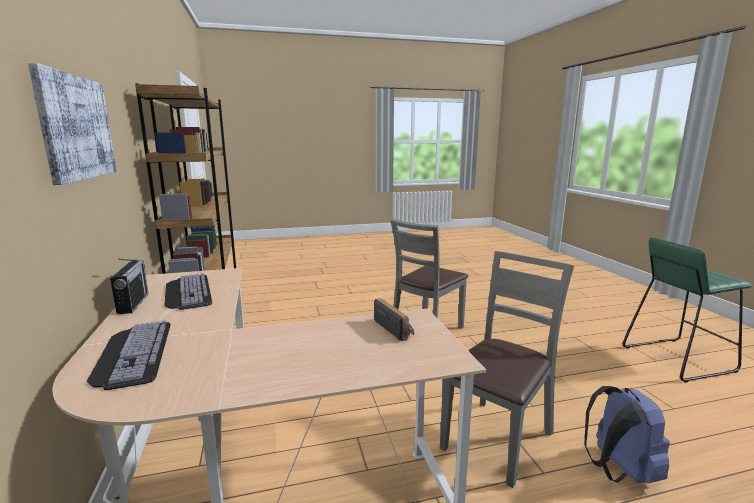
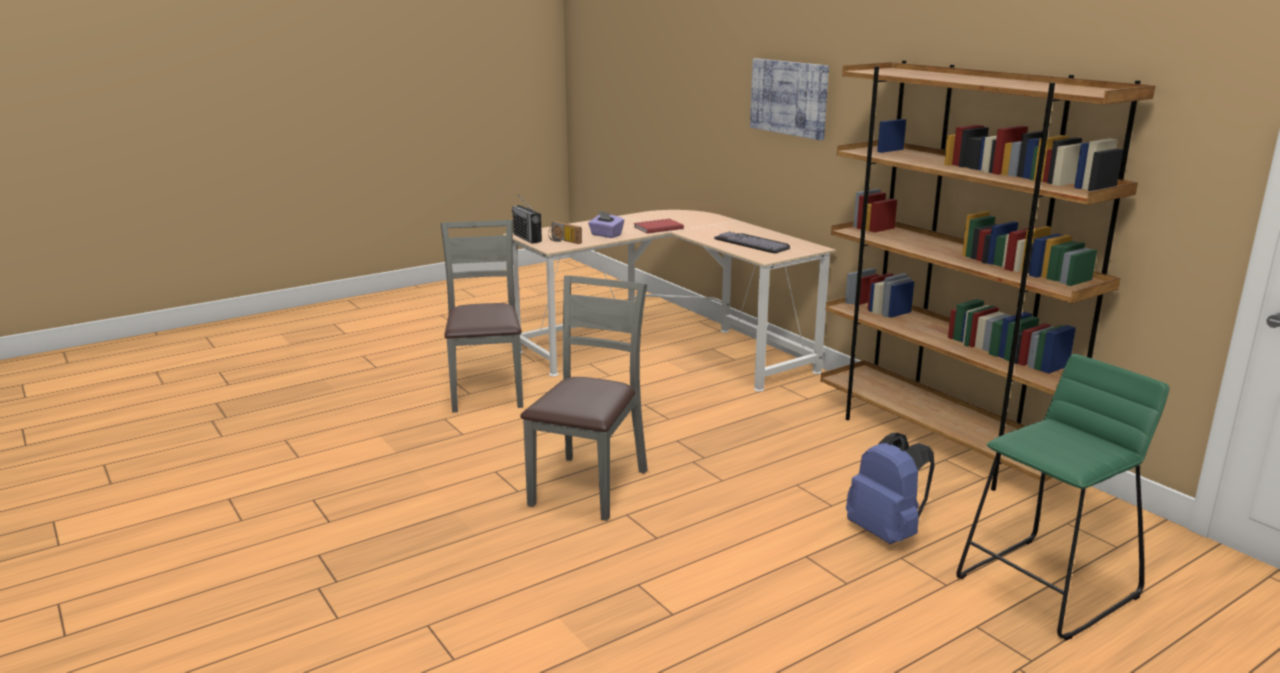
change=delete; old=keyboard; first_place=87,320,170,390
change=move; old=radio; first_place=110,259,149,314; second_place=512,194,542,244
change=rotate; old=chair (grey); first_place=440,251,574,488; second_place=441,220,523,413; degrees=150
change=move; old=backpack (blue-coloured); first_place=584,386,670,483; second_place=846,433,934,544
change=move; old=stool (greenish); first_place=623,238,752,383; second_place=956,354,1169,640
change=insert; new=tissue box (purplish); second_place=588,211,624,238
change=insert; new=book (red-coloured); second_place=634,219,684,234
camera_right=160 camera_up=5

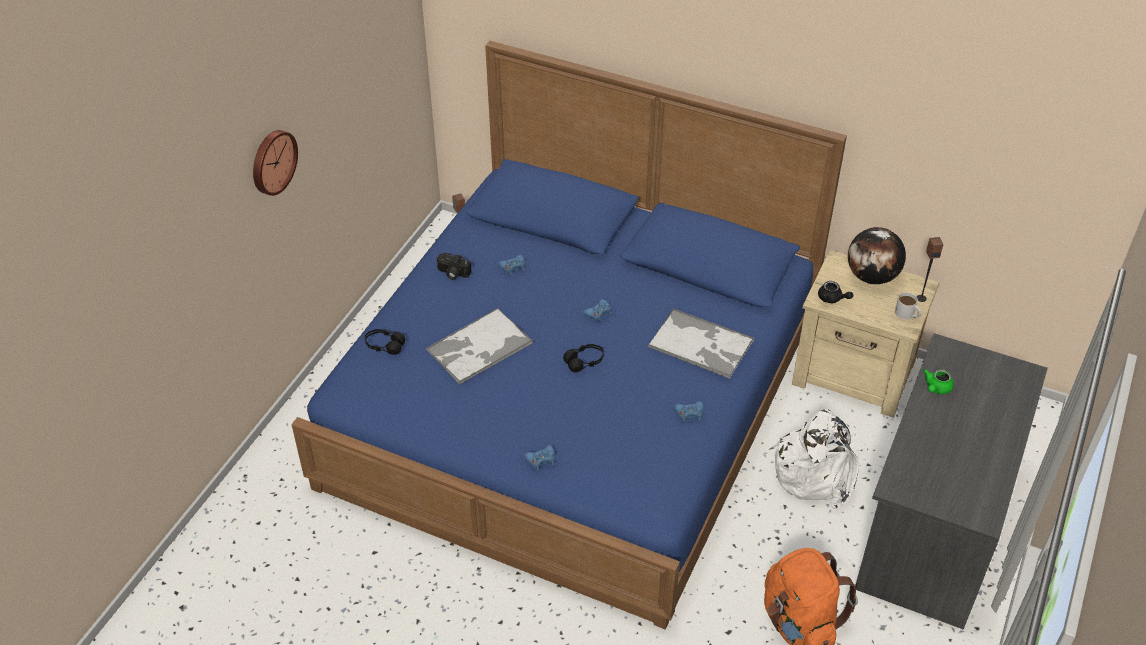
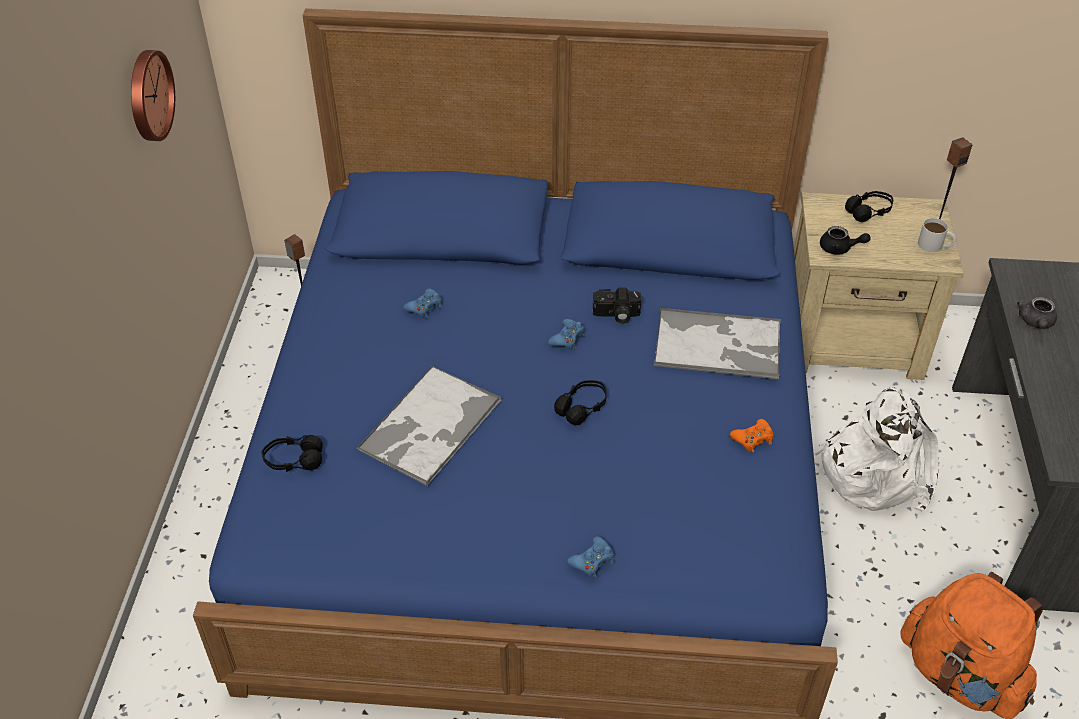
change=move; old=wall clock; first_place=253,130,298,196; second_place=131,50,175,141
change=move; old=still camera; first_place=436,253,471,280; second_place=592,288,641,324
change=recolor; old=game controller (blue-coloured); new=game controller (orange); first_place=674,401,704,422; second_place=730,419,774,453
change=replace; old=desk globe; new=pair of headphones (black-coloured); first_place=848,227,906,284; second_place=845,191,894,222
change=recolor; old=tea pot (greenish); new=tea pot (grey); first_place=923,369,954,394; second_place=1017,297,1057,329
camera_right=-20 camera_up=0

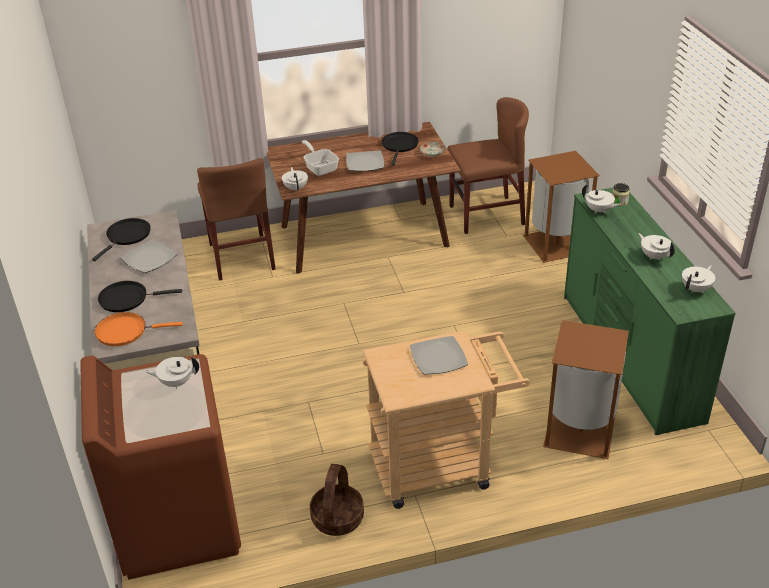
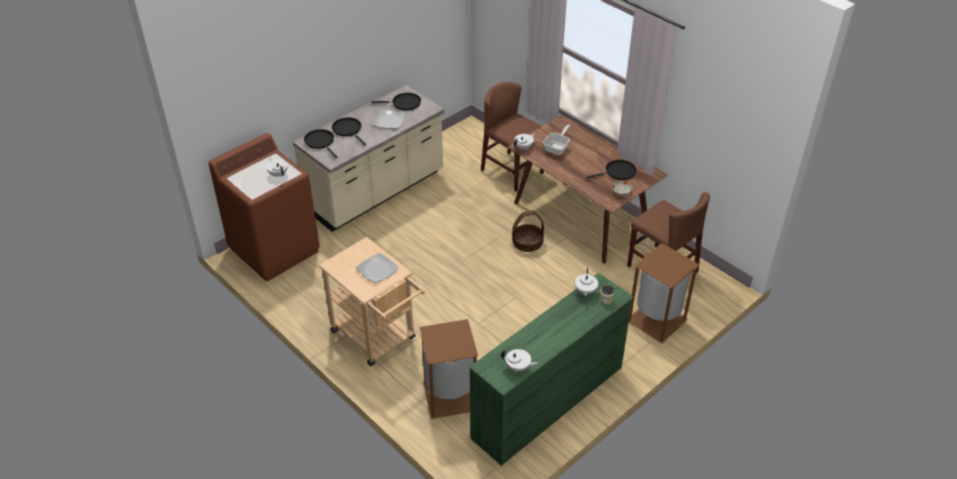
change=recolor; old=frying pan (orange); new=frying pan (black-coloured); first_place=95,312,183,346; second_place=304,129,338,158
change=rotate; old=chair (brown-coloured); first_place=197,158,276,281; second_place=481,82,544,191; degrees=90
change=move; old=storage basket; first_place=310,464,364,536; second_place=512,210,544,252
change=delete; old=plate; first_place=346,151,384,171
change=delete; old=tea pot (white-coloured); first_place=638,233,675,260
camera_right=60 camera_up=5

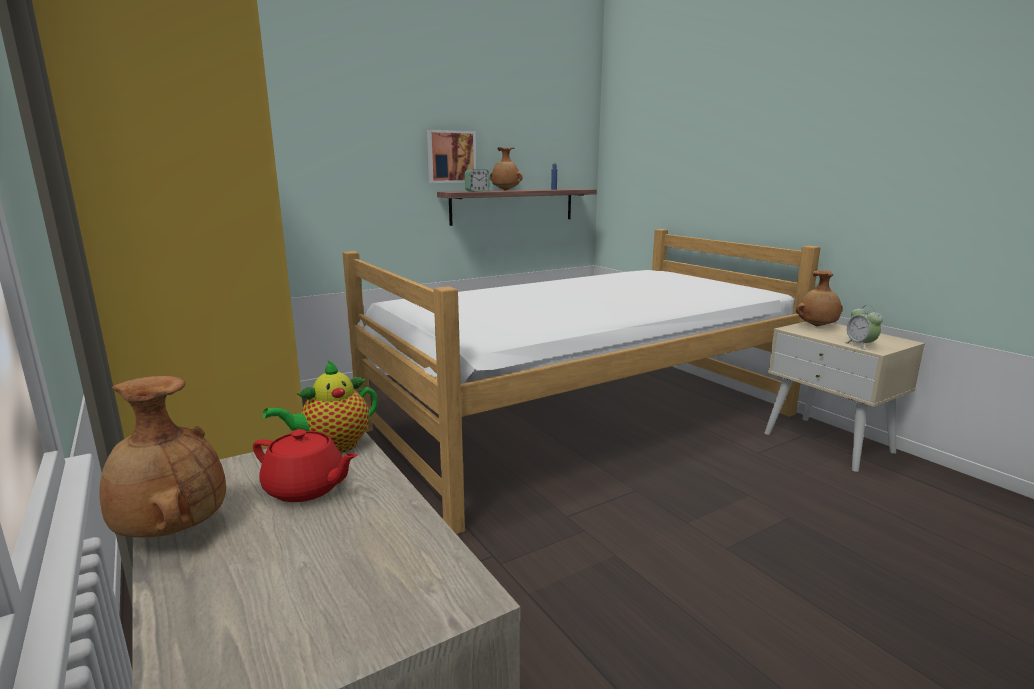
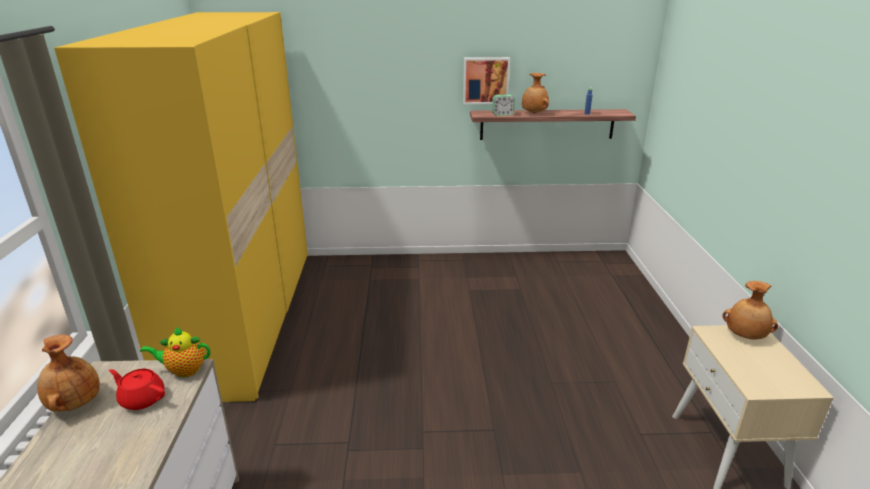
change=rotate; old=tea pot (red-coloured); first_place=253,429,358,502; second_place=109,369,165,410; degrees=150
change=delete; old=bed; first_place=343,229,820,534
change=delete; old=table clock; first_place=844,305,883,350
camera_right=30 camera_up=10

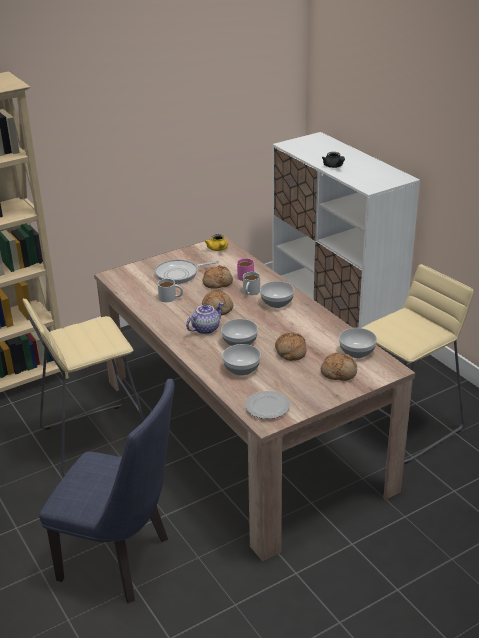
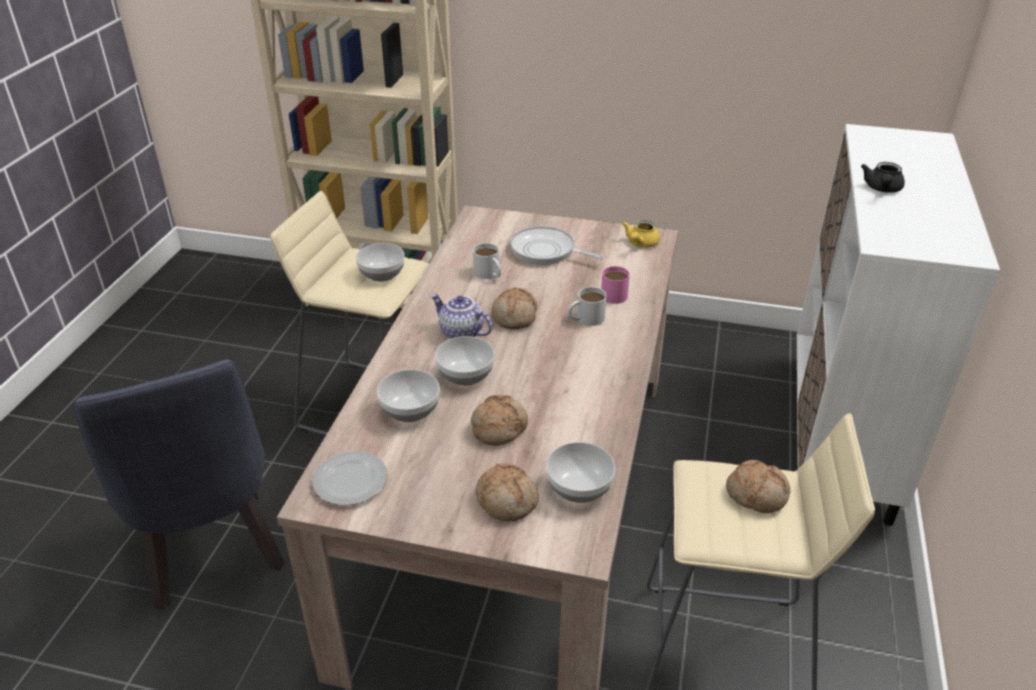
change=rotate; old=tea pot; first_place=186,303,224,334; second_place=431,294,492,339; degrees=-150
change=move; old=baked bread; first_place=202,265,233,289; second_place=726,460,791,513
change=move; old=bowl; first_place=260,281,294,308; second_place=356,243,404,282
camera_right=45 camera_up=5

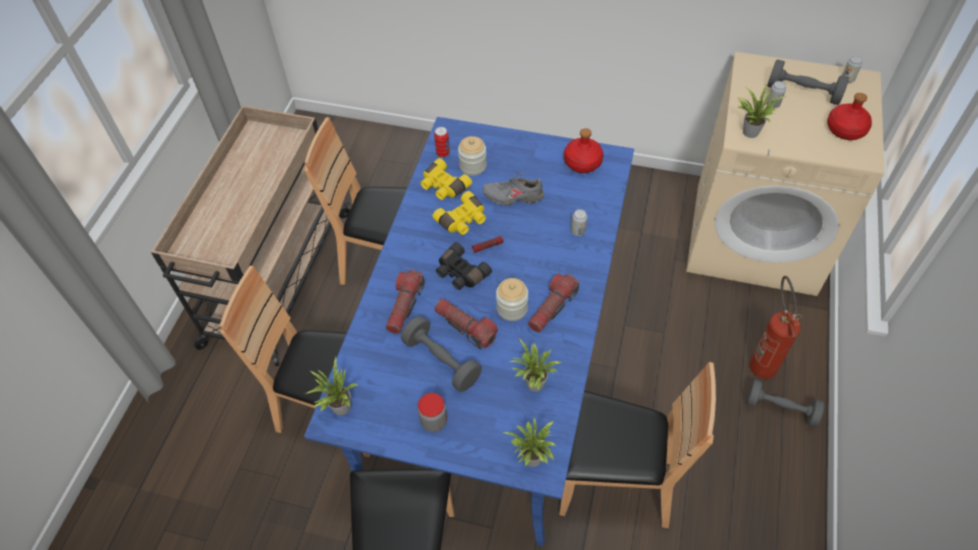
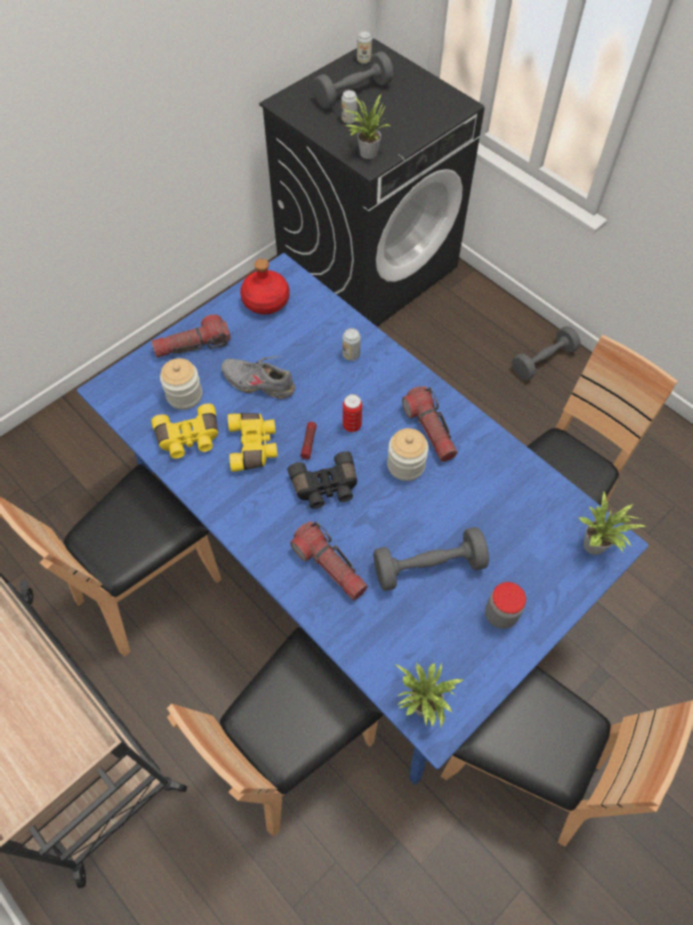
change=move; old=metal can; first_place=434,127,450,157; second_place=343,394,362,432
change=move; old=torch; first_place=435,298,498,349; second_place=151,314,230,358
change=rotate; old=low shoe (grey); first_place=483,171,544,205; second_place=221,356,295,399; degrees=75
change=delete; old=potted plant; first_place=509,338,561,392
change=recolor; old=washing machine (sand-coloured); new=washing machine (black-coloured); first_place=686,52,885,296; second_place=259,38,485,327
change=delete; old=extinguisher; first_place=749,276,802,379
change=delete; old=beverage bottle (red-coloured); first_place=827,93,872,140
camera_right=-60 camera_up=5

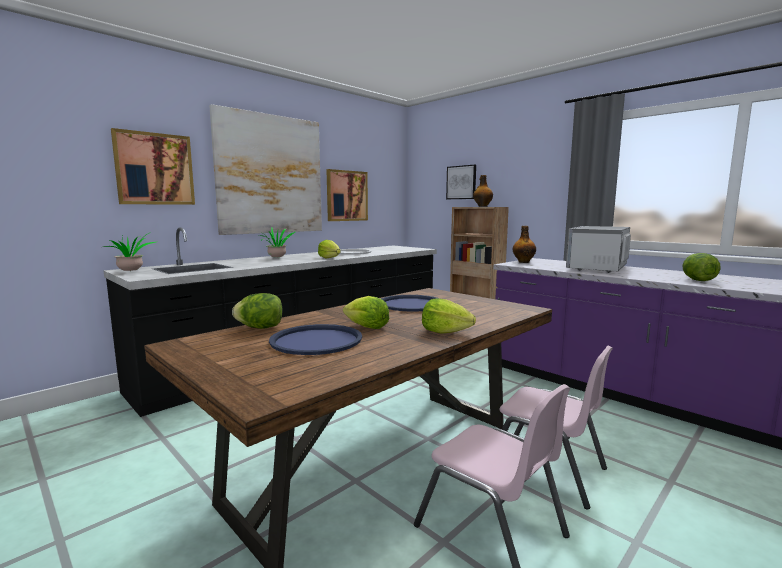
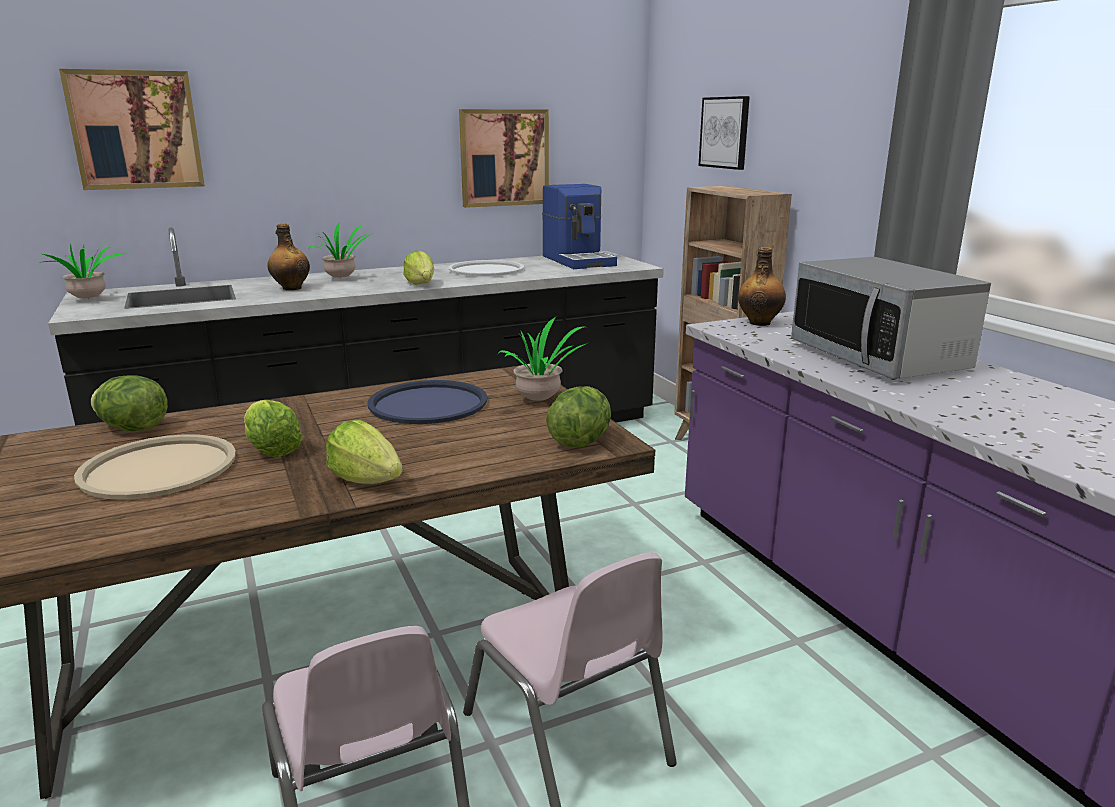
change=delete; old=wall art; first_place=209,104,322,235
change=recolor; old=tray (blue-coloured); new=tray (sand-coloured); first_place=269,324,362,355; second_place=74,434,236,500
change=move; old=beverage bottle; first_place=473,175,493,207; second_place=267,224,310,290
change=rotate; old=microwave; first_place=566,226,631,273; second_place=791,257,991,379; degrees=-75
change=move; old=lettuce head; first_place=682,253,721,281; second_place=546,386,611,447
change=insert; new=potted plant; second_place=498,317,585,401
change=insert; new=coffee brewer; second_place=542,184,617,269
camera_right=20 camera_up=10

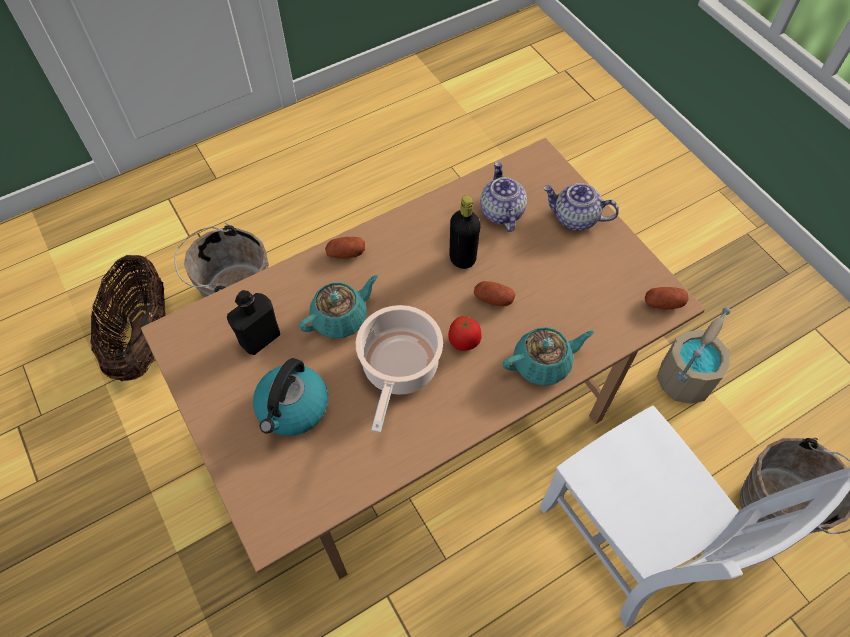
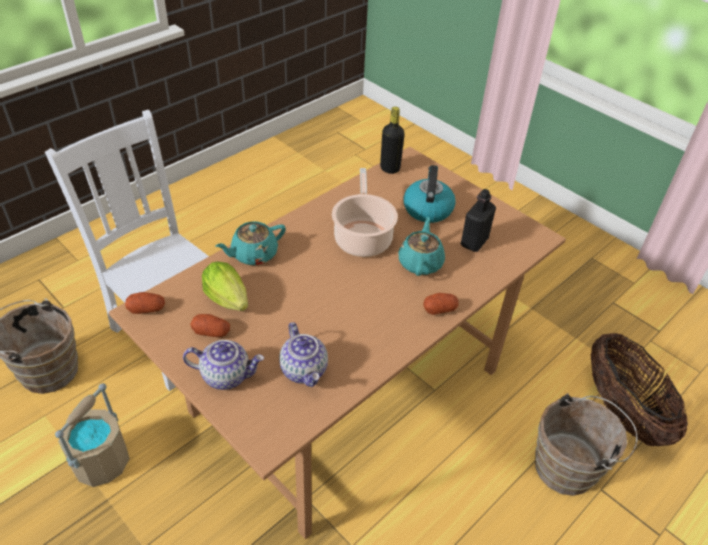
change=rotate; old=tea pot (blue-green); first_place=299,275,378,338; second_place=398,217,445,276; degrees=150
change=delete; old=whole tomato; first_place=448,316,481,351
change=move; old=beverage bottle (black-coloured); first_place=450,195,481,269; second_place=380,107,405,174
change=move; old=potato; first_place=474,281,516,307; second_place=190,314,230,337
change=insert; new=lettuce head; second_place=202,261,248,311
camera_right=165 camera_up=-15

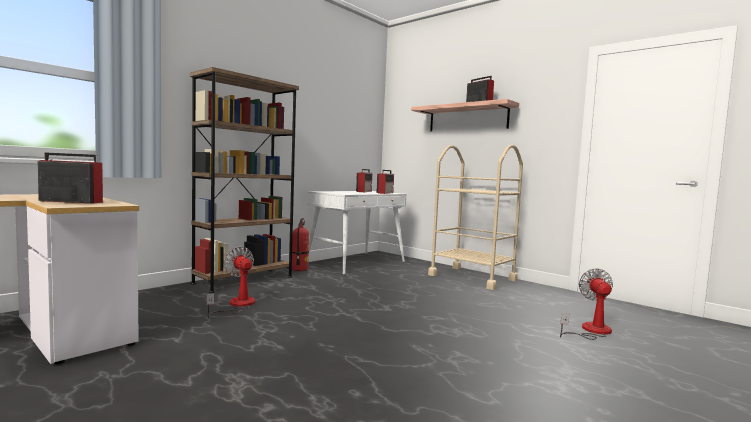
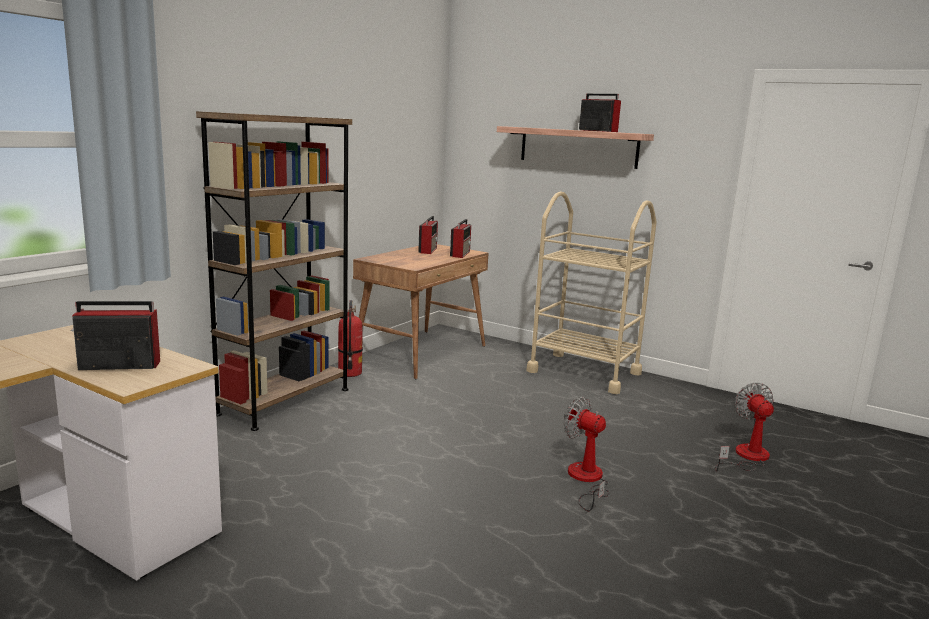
change=move; old=cooling fan; first_place=207,247,255,318; second_place=564,397,609,511
change=recolor; old=desk unit (white-coloured); new=desk unit (brown-coloured); first_place=307,191,406,275; second_place=353,244,489,379
camera_right=-10 camera_up=10

